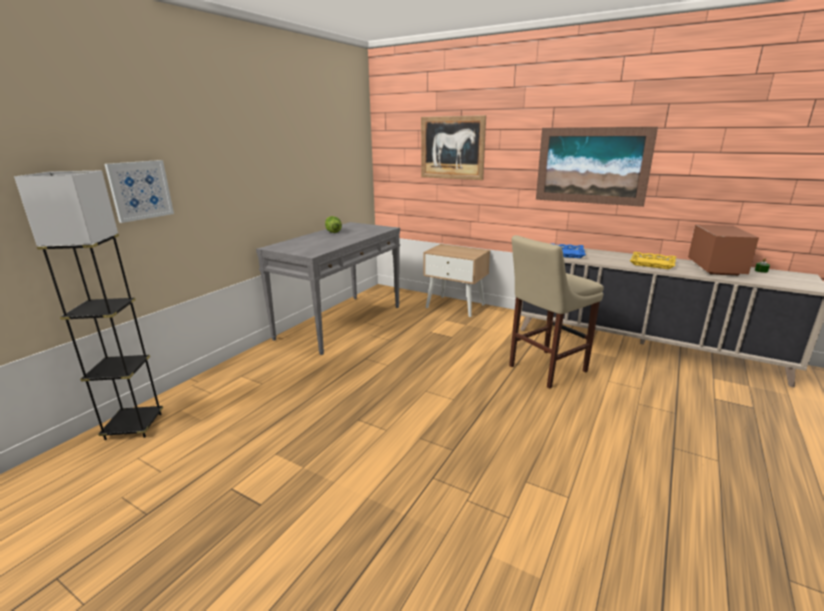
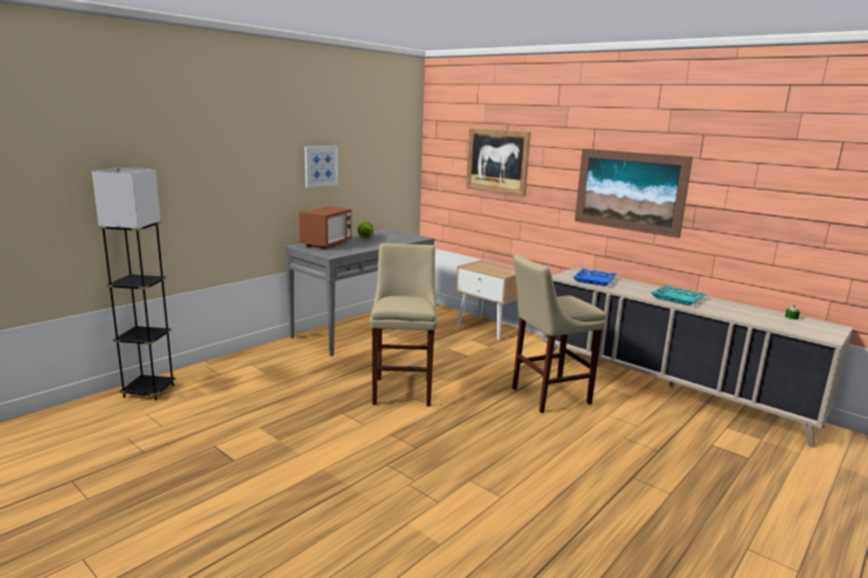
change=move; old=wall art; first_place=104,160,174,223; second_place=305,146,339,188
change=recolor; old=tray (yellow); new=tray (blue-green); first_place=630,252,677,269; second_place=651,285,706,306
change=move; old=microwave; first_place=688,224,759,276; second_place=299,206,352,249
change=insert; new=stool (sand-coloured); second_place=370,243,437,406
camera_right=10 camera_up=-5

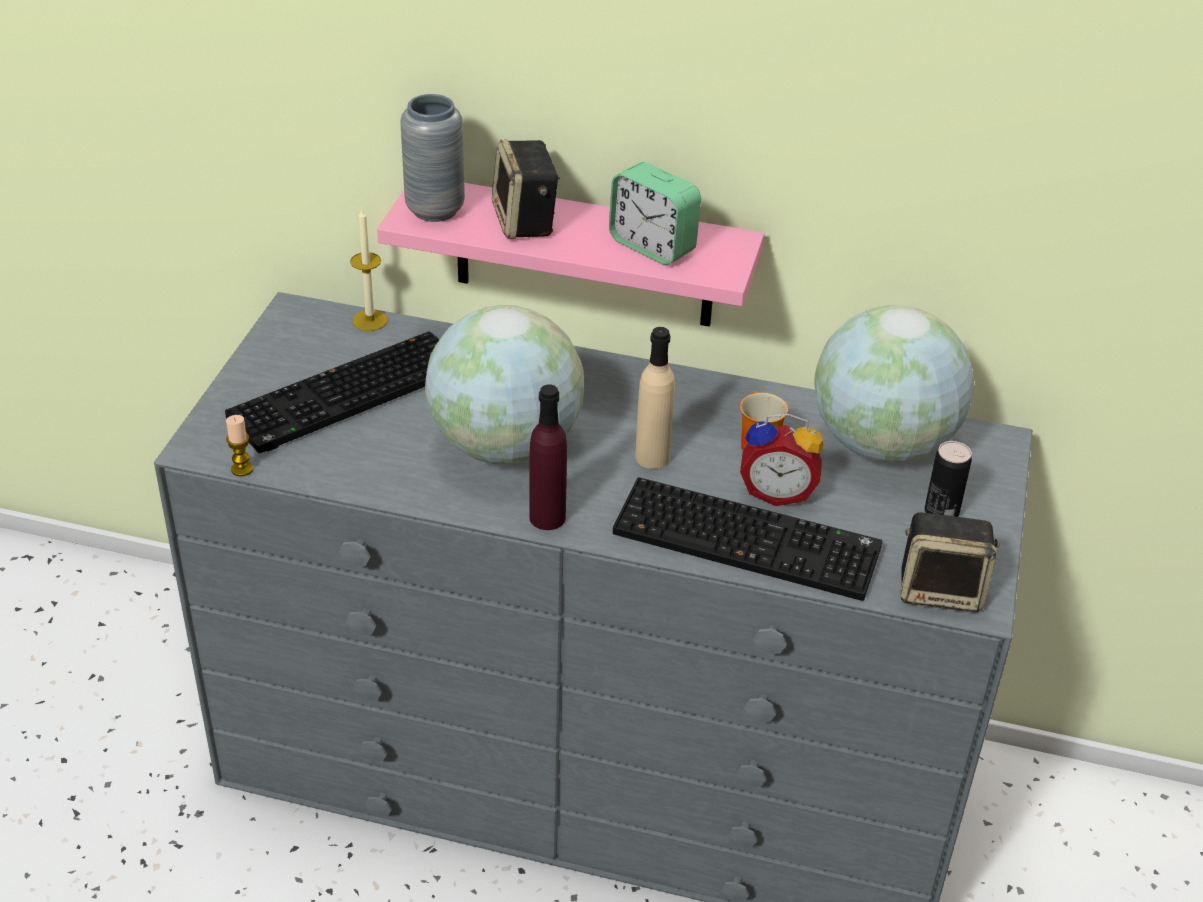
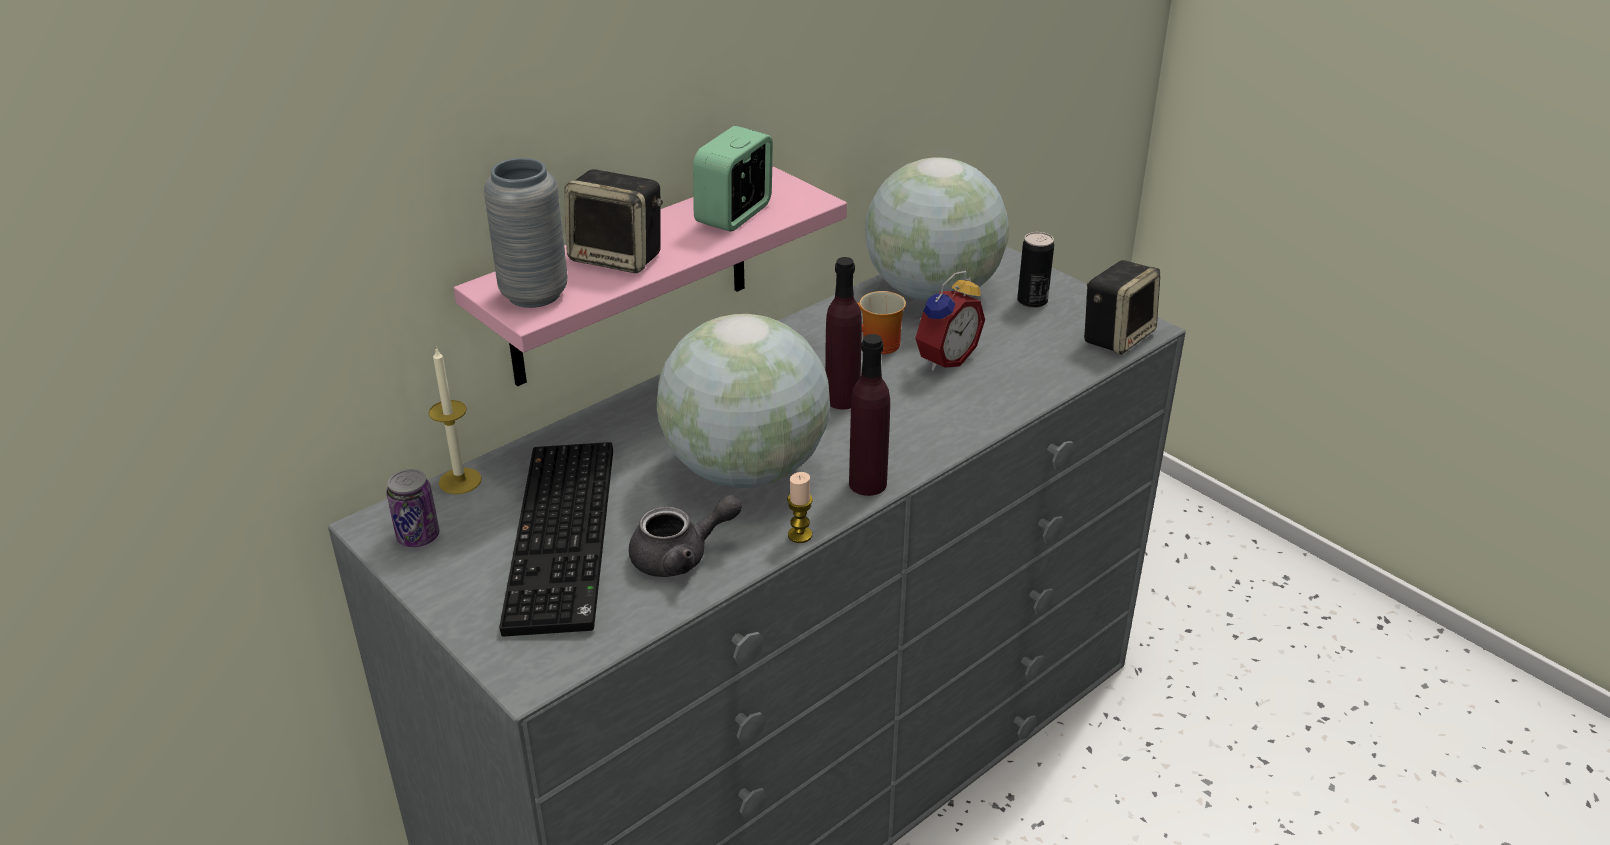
change=move; old=wax light; first_place=226,415,253,476; second_place=787,472,813,543
change=rotate; old=table clock; first_place=609,162,701,265; second_place=693,126,773,232; degrees=135
change=delete; old=keyboard; first_place=613,477,882,601
change=recolor; old=beverage bottle (sand-coloured); new=beverage bottle (purplish); first_place=635,327,675,469; second_place=825,257,862,409
change=insert; new=metal can; second_place=386,469,439,547
change=insert; new=tea pot (grey); second_place=629,495,742,577
camera_right=-55 camera_up=-5

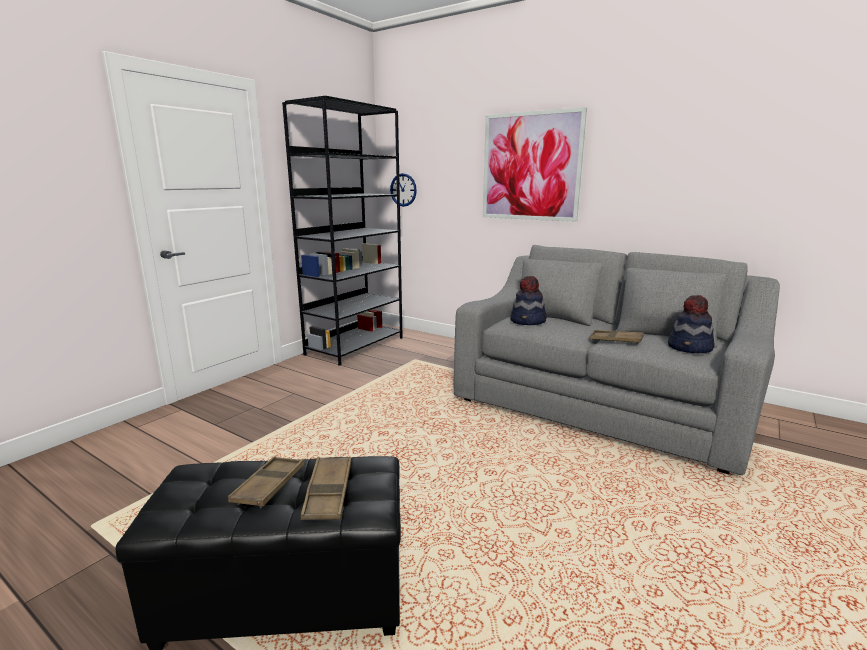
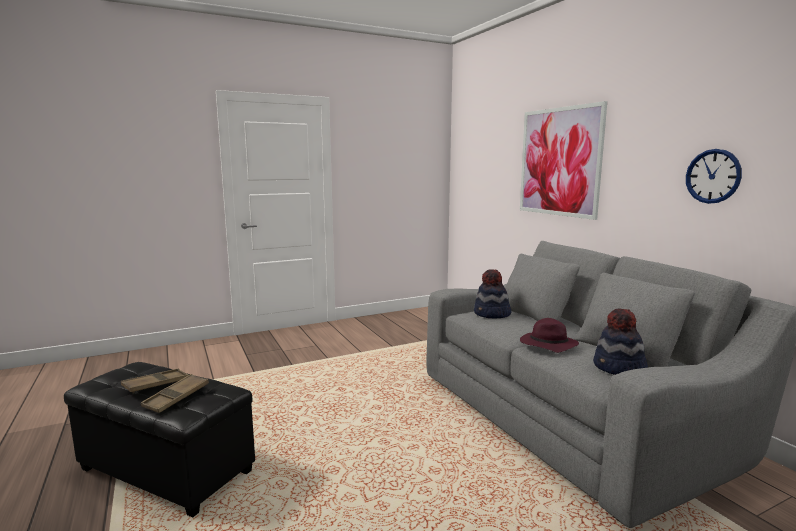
change=delete; old=bookshelf (black-coloured); first_place=282,96,403,366
change=move; old=wall clock; first_place=390,173,417,207; second_place=686,149,742,204
change=replace; old=tray (brown-coloured); new=clothing hat (purplish); first_place=589,330,644,344; second_place=520,318,579,353
camera_right=30 camera_up=-5

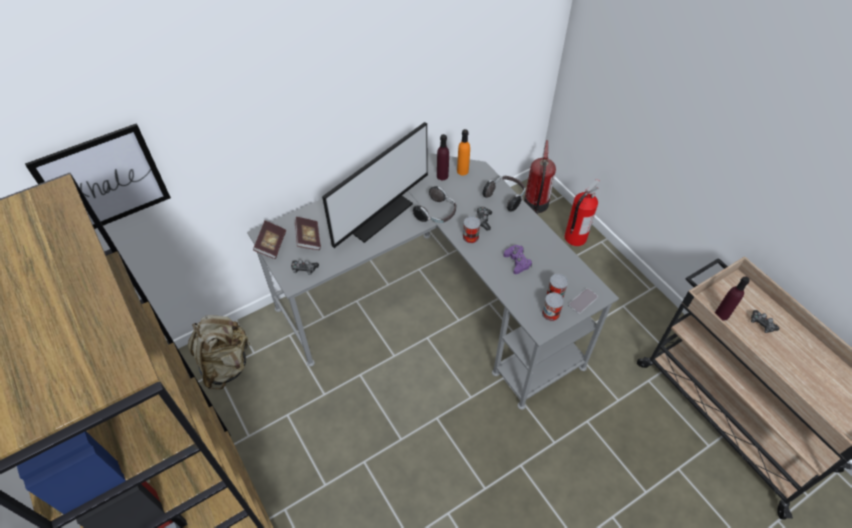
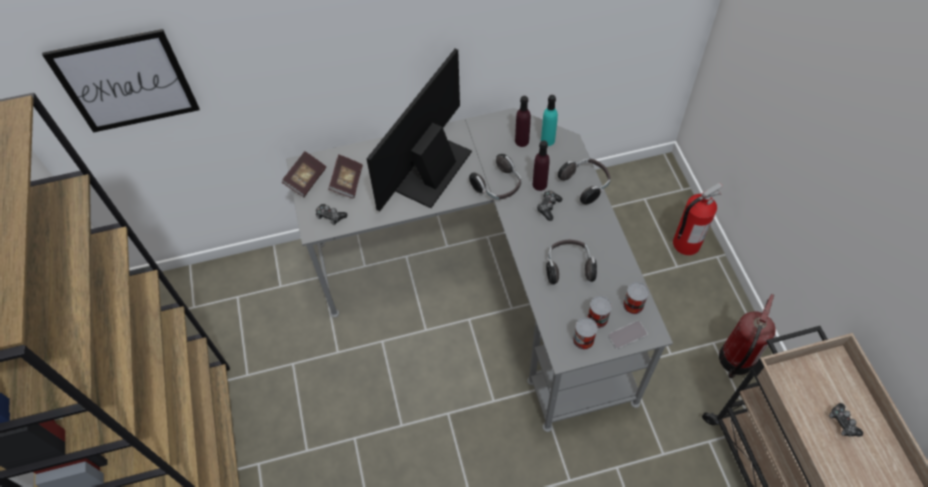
change=delete; old=backpack (sand-coloured); first_place=188,315,251,390
change=rotate; old=computer screen; first_place=322,122,428,248; second_place=367,48,472,211; degrees=150
change=recolor; old=beverage bottle (orange); new=beverage bottle (blue-green); first_place=457,129,470,175; second_place=541,95,558,146
change=move; old=metal can; first_place=463,216,481,244; second_place=623,282,649,314
change=replace; old=game controller (purplish); new=pair of headphones; first_place=503,245,532,274; second_place=546,240,597,285
change=move; old=extinguisher; first_place=524,140,556,214; second_place=719,294,776,378
change=move; old=beverage bottle (purplish); first_place=715,277,749,321; second_place=533,140,550,191
camera_right=20 camera_up=5

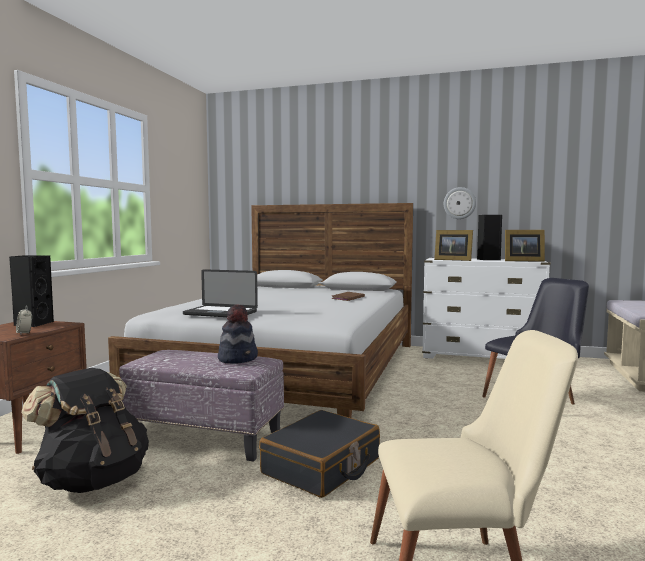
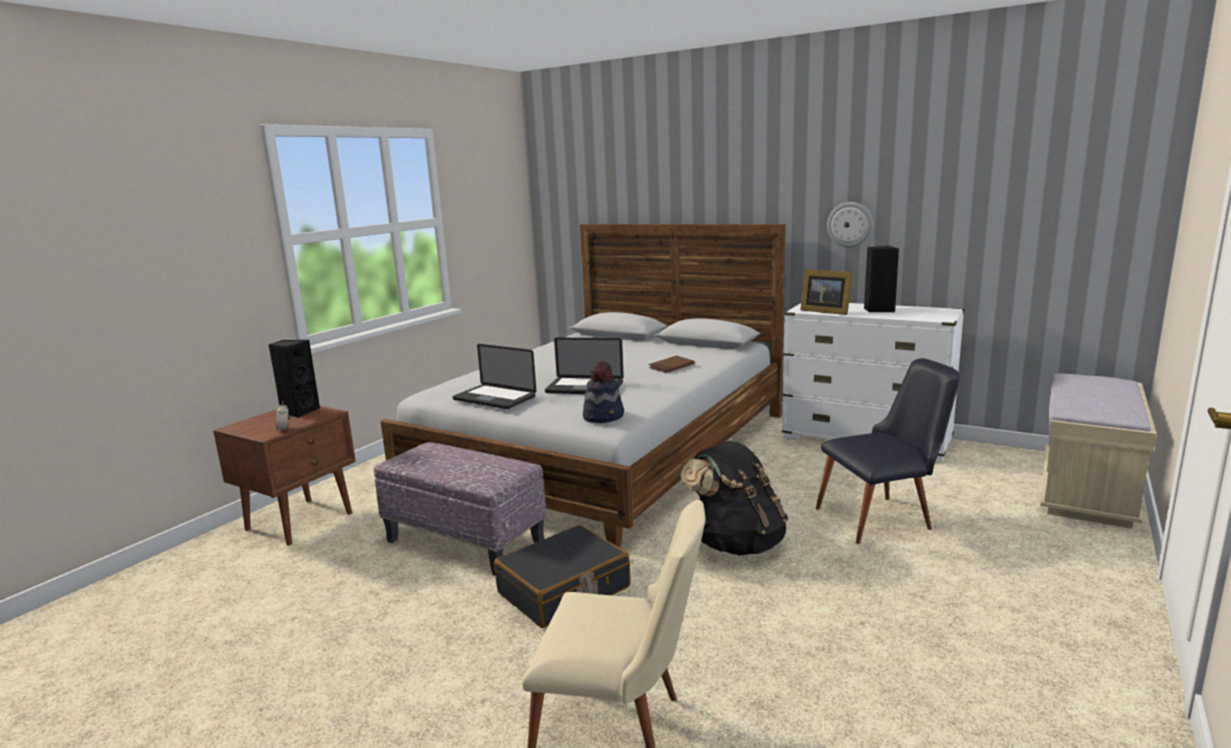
change=move; old=backpack (black-coloured); first_place=21,368,149,493; second_place=680,441,788,556
change=move; old=clothing hat; first_place=218,304,258,364; second_place=583,361,624,423
change=delete; old=picture frame; first_place=505,230,545,262
change=insert; new=laptop; second_place=545,337,624,394
camera_right=15 camera_up=10

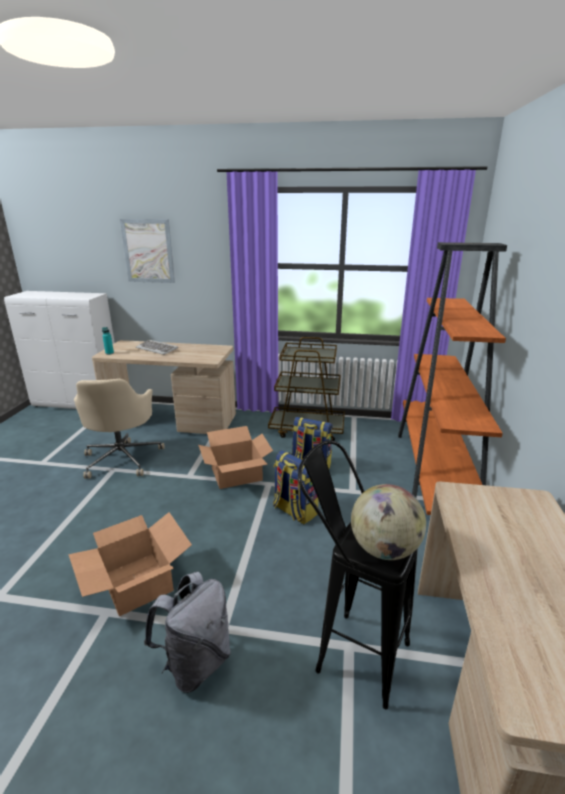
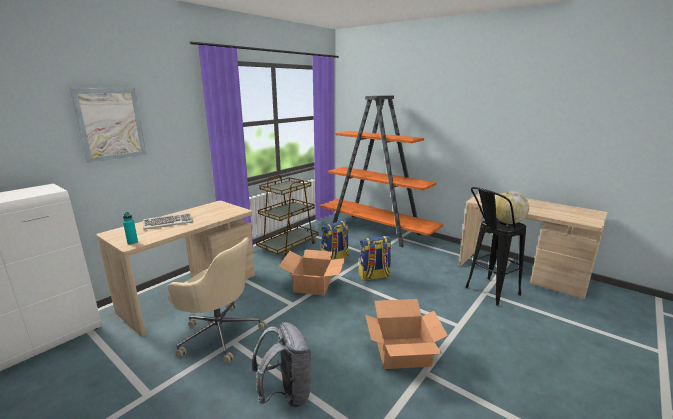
change=move; old=backpack (grey); first_place=144,572,231,693; second_place=252,322,312,408
camera_right=-60 camera_up=-5

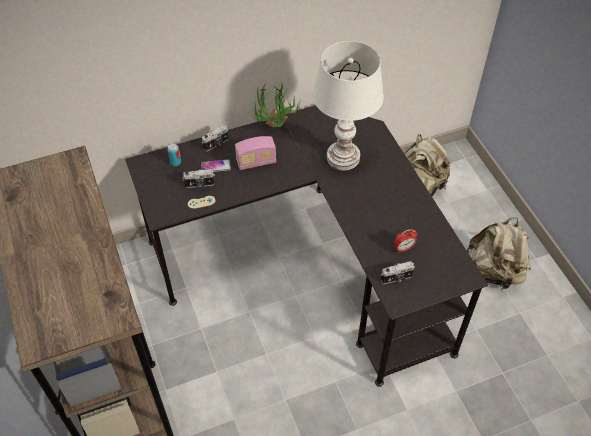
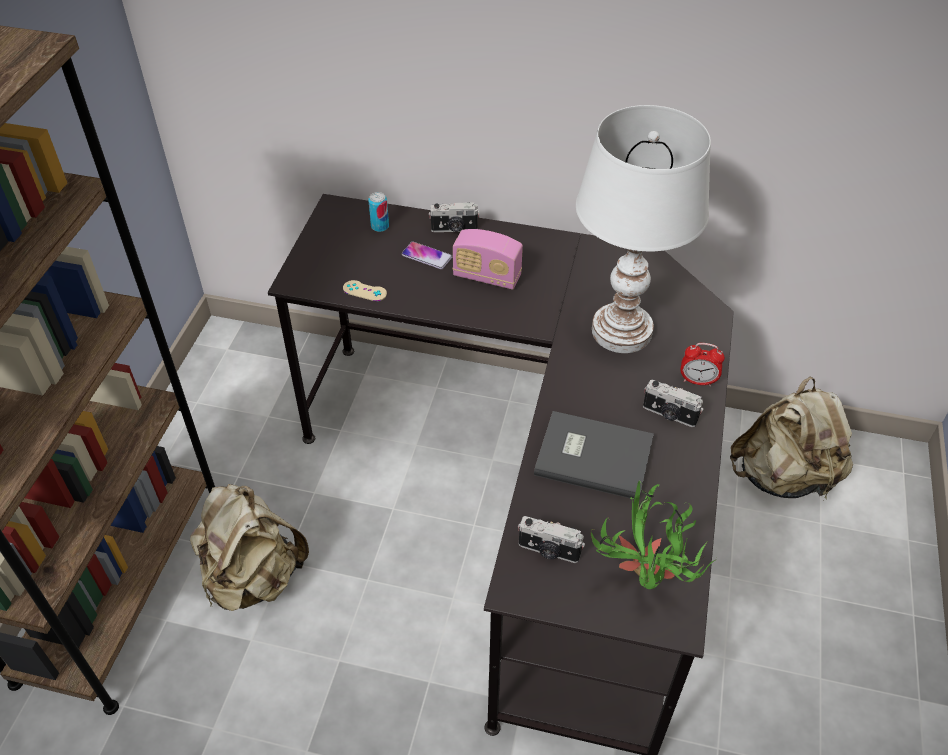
change=move; old=still camera; first_place=182,169,215,188; second_place=643,380,704,427
change=move; old=potted plant; first_place=253,83,301,127; second_place=591,481,717,589
change=move; old=table clock; first_place=394,229,417,253; second_place=680,343,725,386
change=move; old=backpack (sand-coloured); first_place=467,217,531,289; second_place=190,484,309,611
change=insert; new=book (grey); second_place=534,411,654,498
camera_right=35 camera_up=-5

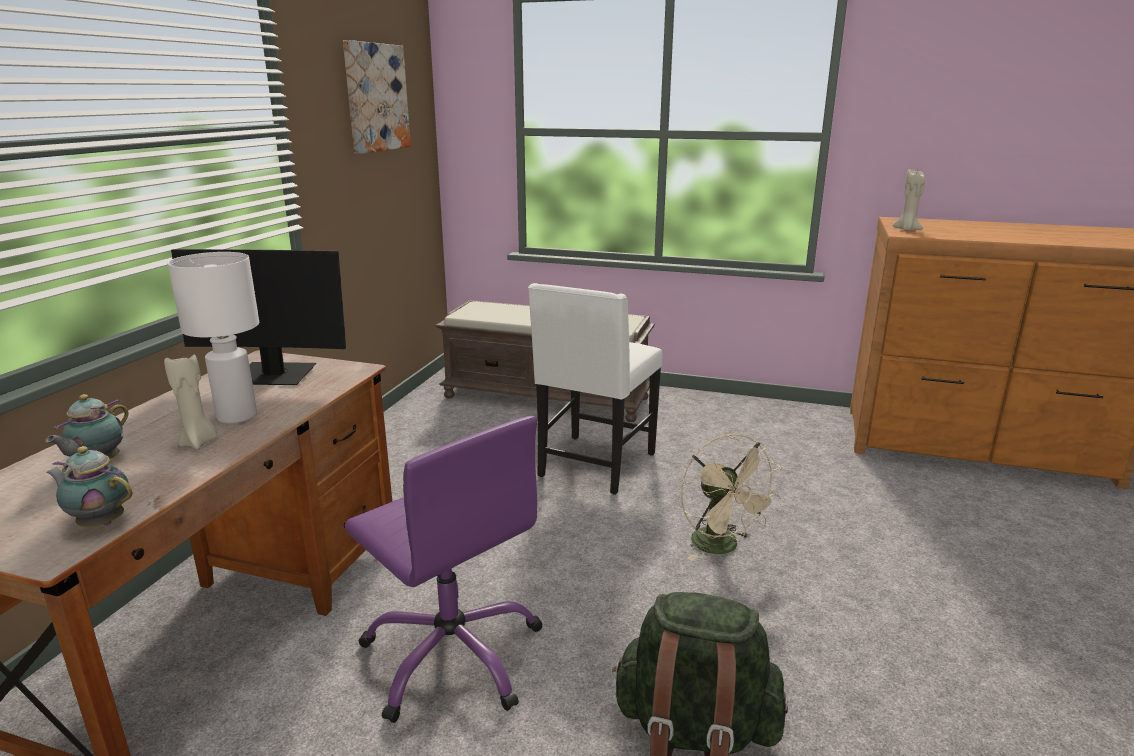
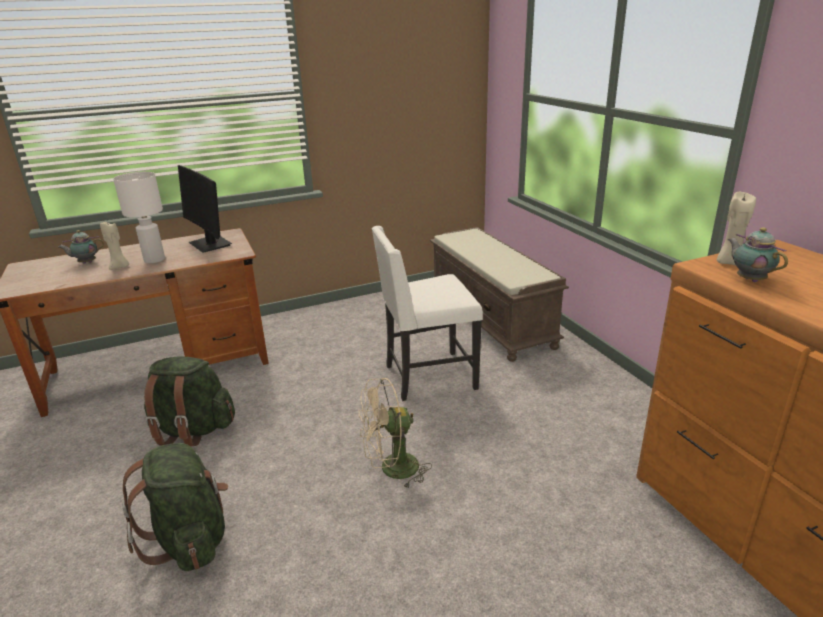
change=move; old=tea pot; first_place=46,446,132,527; second_place=728,227,788,282
change=delete; old=wall art; first_place=343,40,411,154
change=replace; old=office chair (purplish); new=backpack (greenish); first_place=344,416,543,723; second_place=144,356,235,446
change=rotate; old=cooling fan (sand-coloured); first_place=681,434,781,561; second_place=359,378,432,490; degrees=45
camera_right=50 camera_up=5

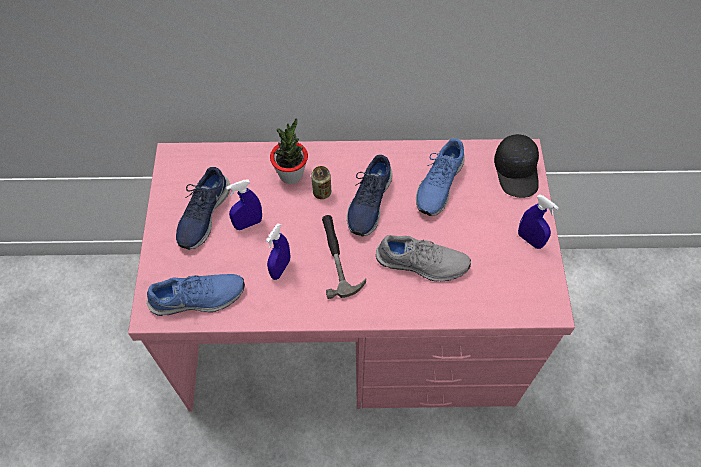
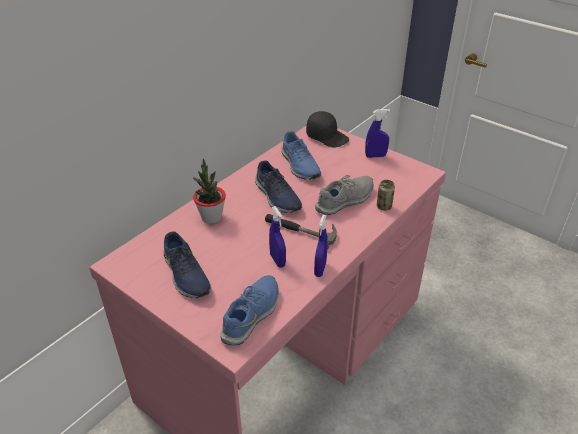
change=move; old=hand sprayer (blue-coloured); first_place=226,179,262,230; second_place=314,215,328,277
change=move; old=metal can; first_place=311,166,331,199; second_place=377,180,395,210
camera_right=-50 camera_up=-20

